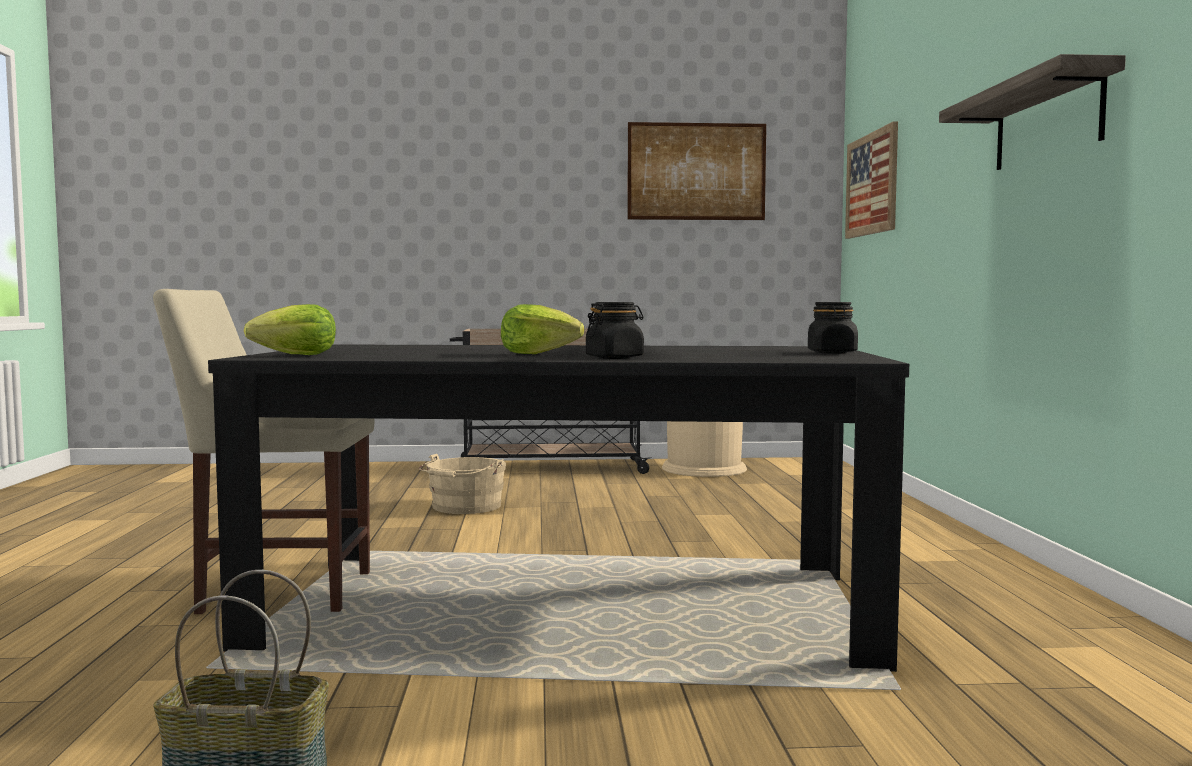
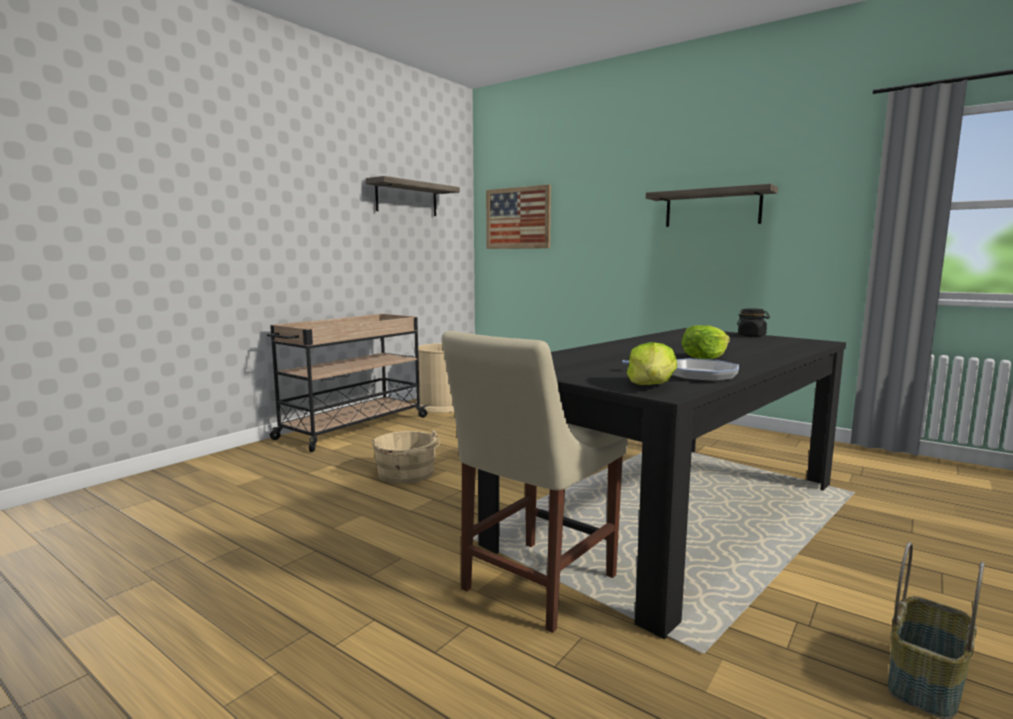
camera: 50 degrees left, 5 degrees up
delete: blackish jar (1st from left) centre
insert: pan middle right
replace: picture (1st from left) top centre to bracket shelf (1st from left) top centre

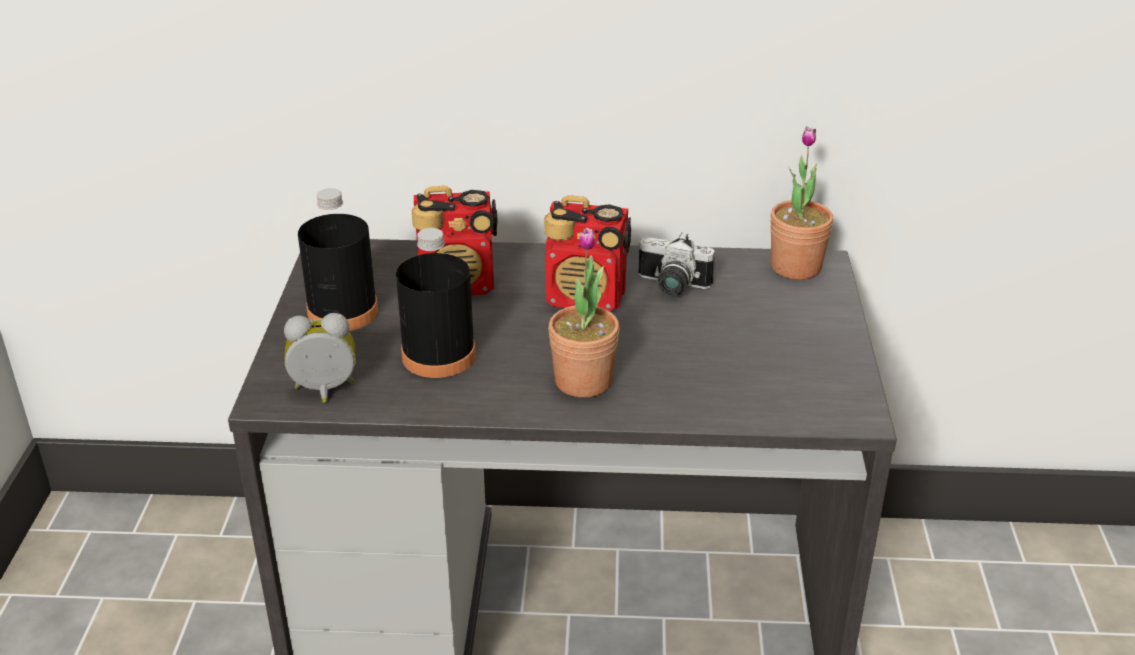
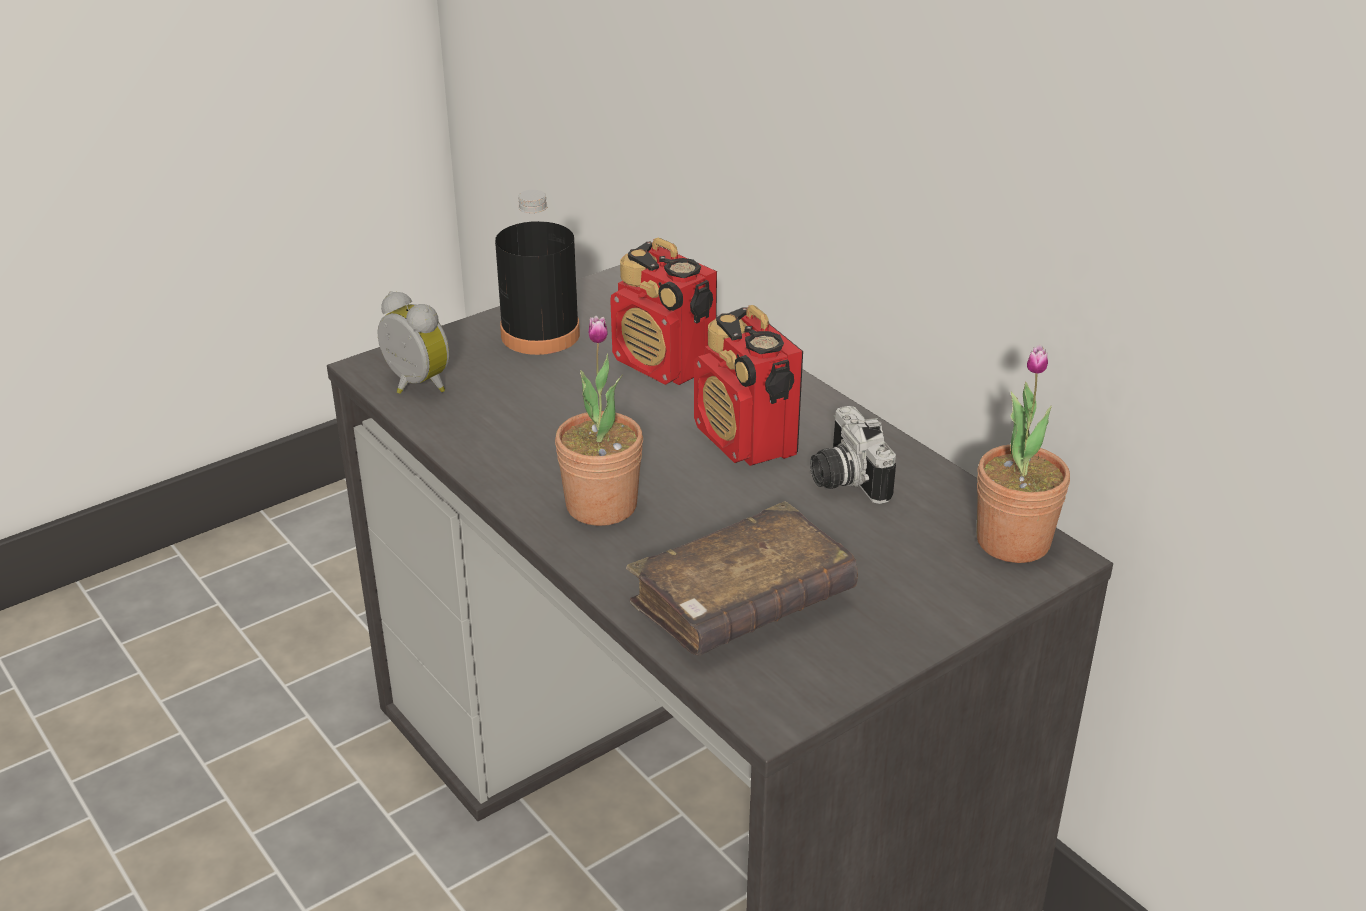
camera: 50 degrees right, 0 degrees up
delete: blackish drink bottle (2nd from left) centre
insert: brown-coloured bound book centre

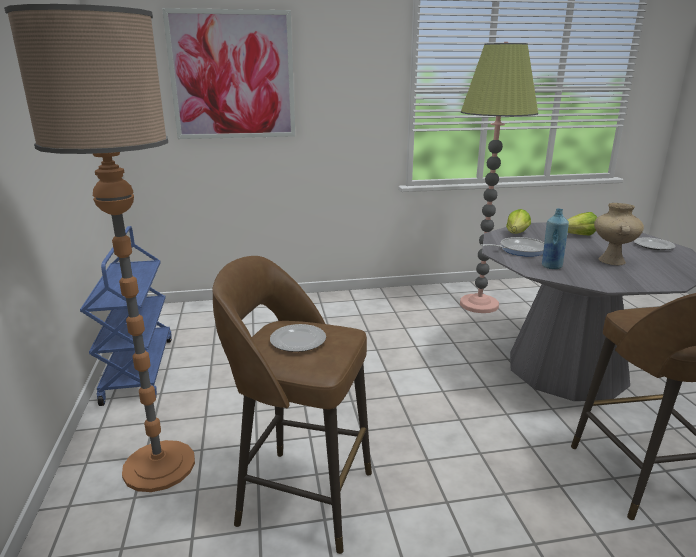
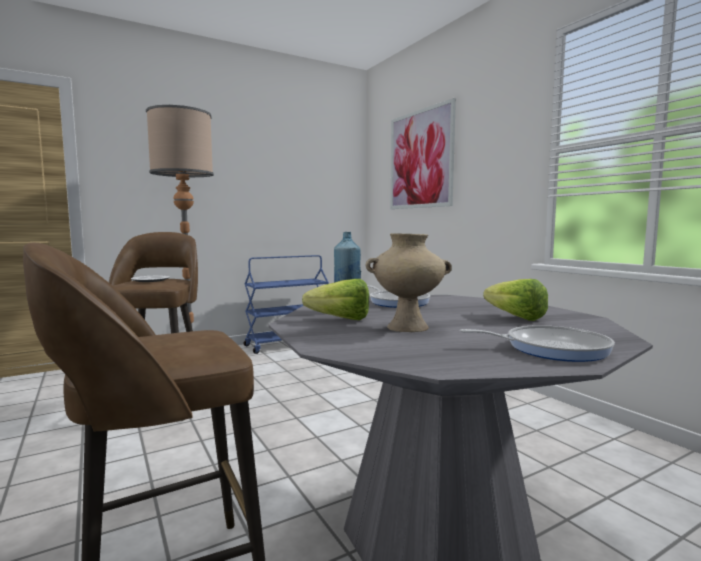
camera: 70 degrees right, 15 degrees down
delete: floor lamp (2nd from left) top right
move: head of lettuce (1st from left) middle right to centre
replace: flat dish (2nd from left) middle right to pan (2nd from left) middle right

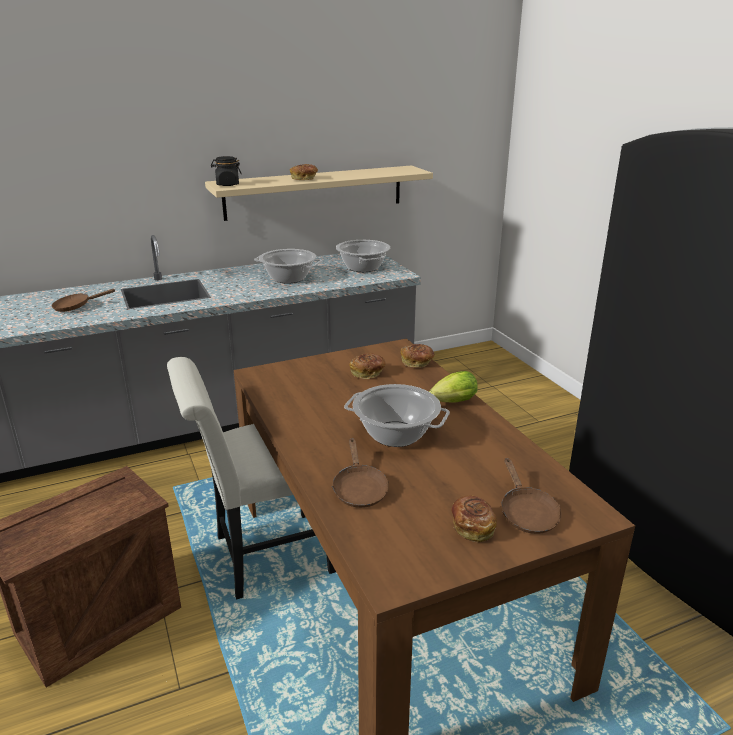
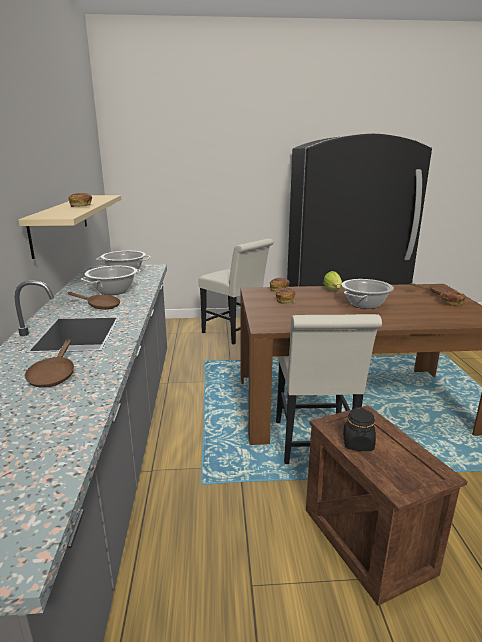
camera: 70 degrees left, 5 degrees down
insert: white upright chair (1st from left) centre
move: blackish jar top left to bottom right; brown-coloured pan (2nd from left) centre to middle left

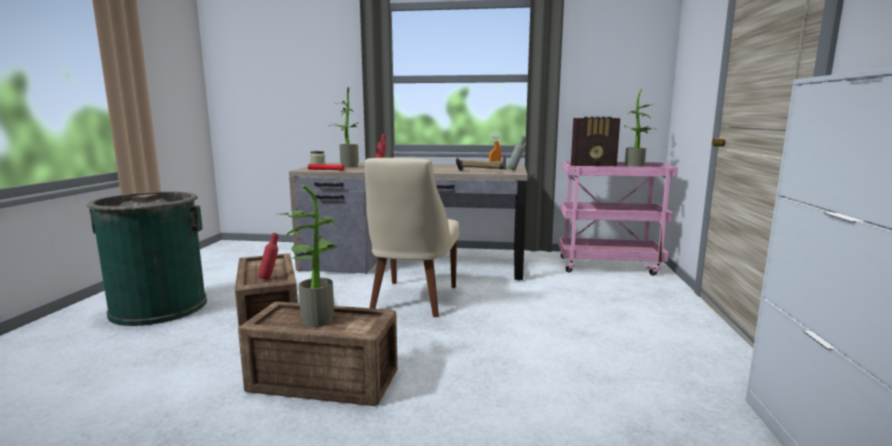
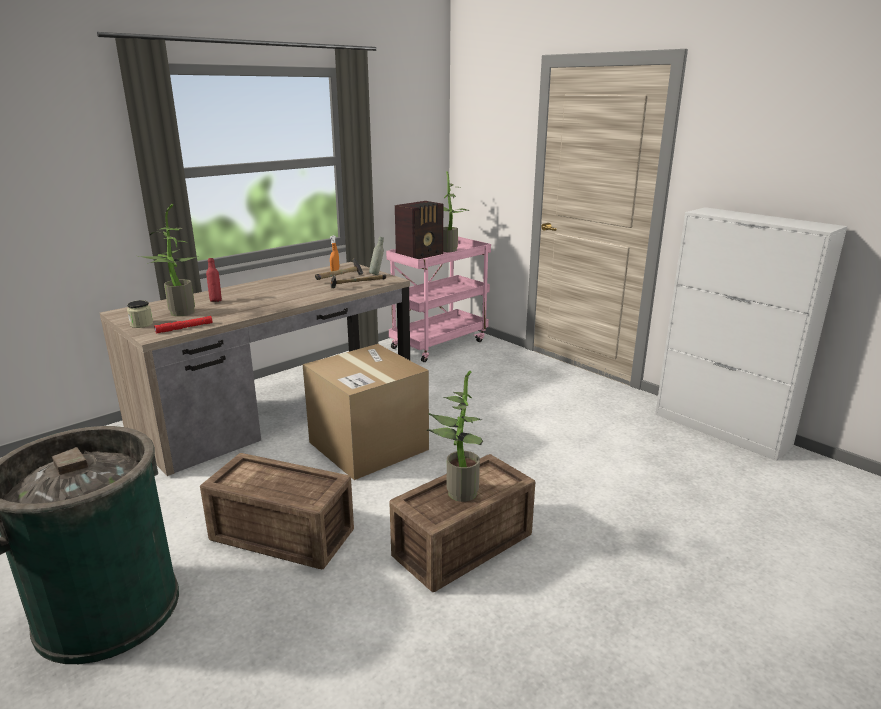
camera: 50 degrees left, 10 degrees up
delete: red-coloured drink bottle (1st from left) middle left
replace: beige-coloured upright chair centre to cardboard box centre

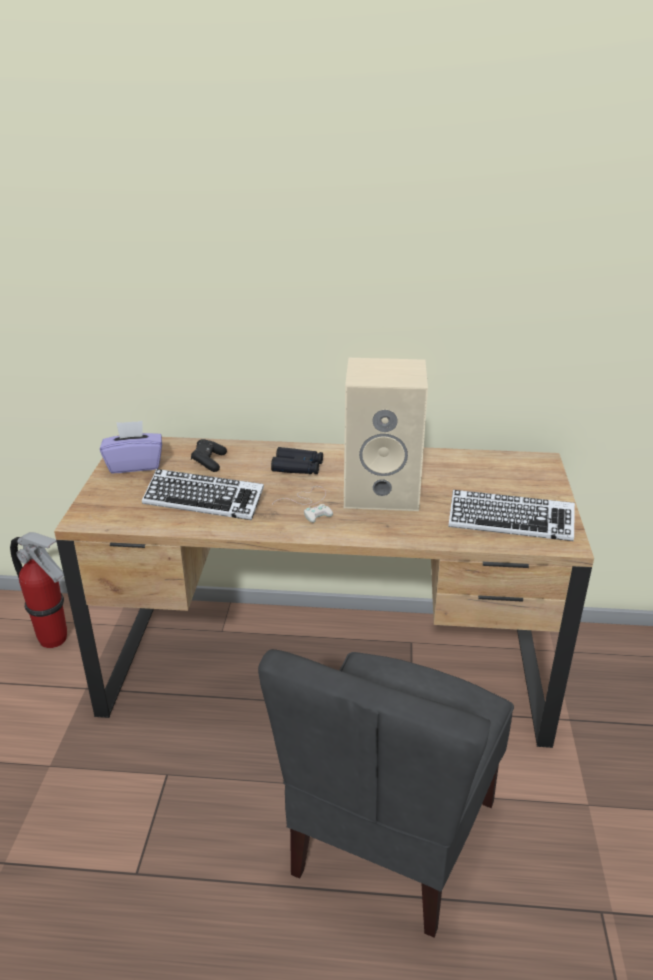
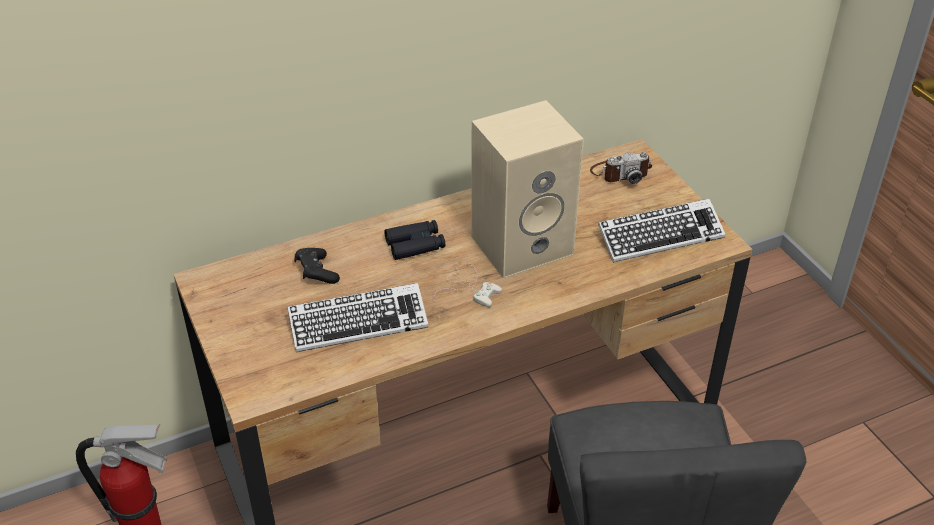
camera: 30 degrees left, 10 degrees up
delete: purple tissue box middle left
insert: still camera top centre

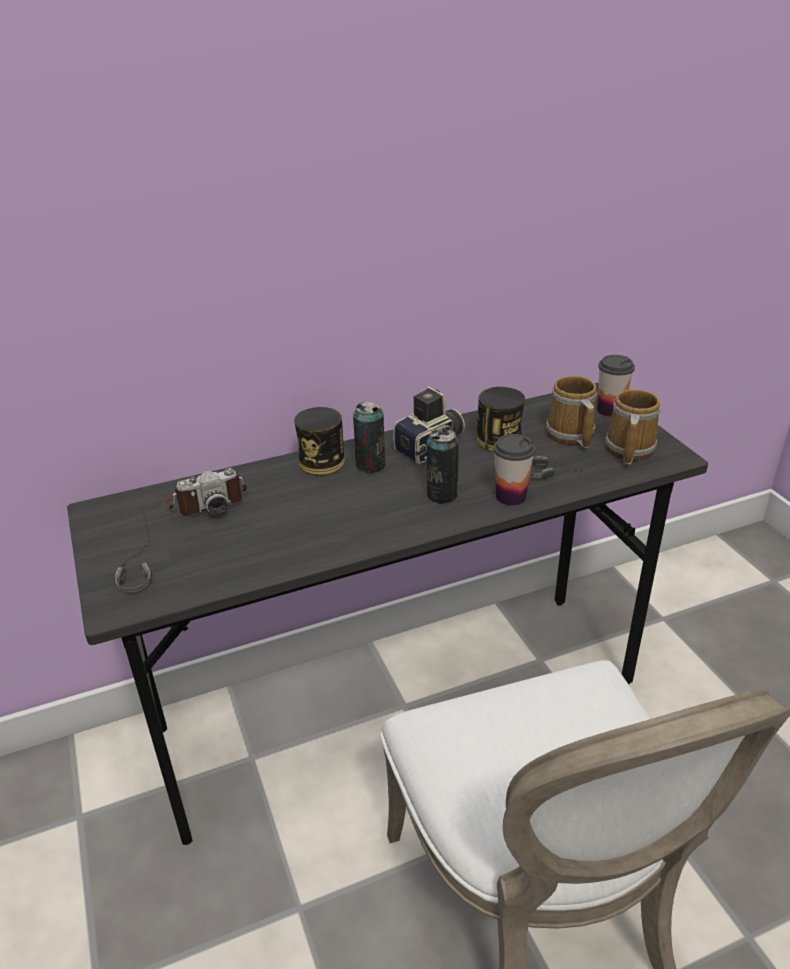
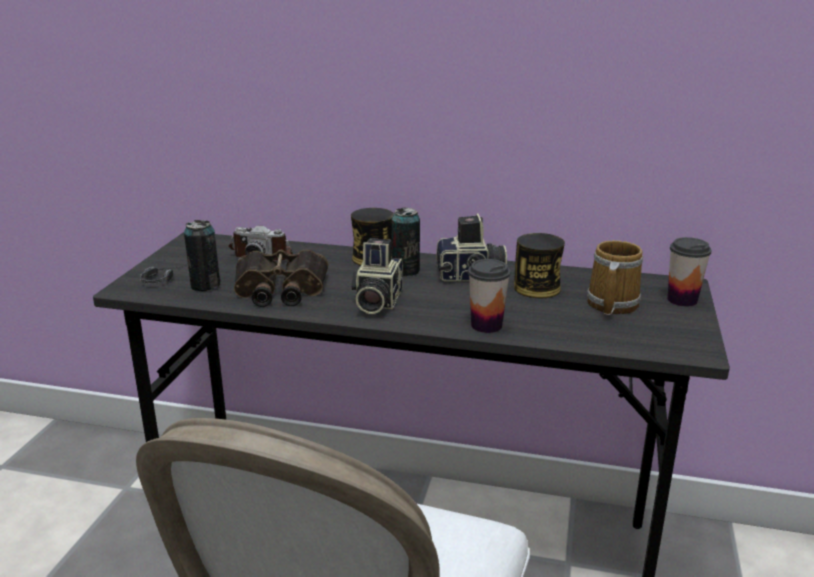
camera: 35 degrees right, 10 degrees down
delete: pair of headphones (2nd from left) middle right; mug (2nd from left) middle right
insert: field glasses centre; still camera (2nd from left) centre
move: sealed can (3rd from left in the first image) centre to sealed can (1st from left) middle left

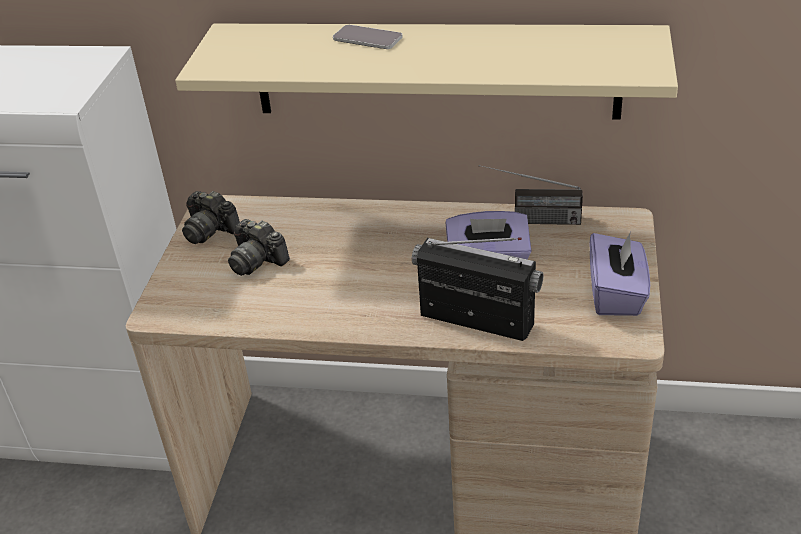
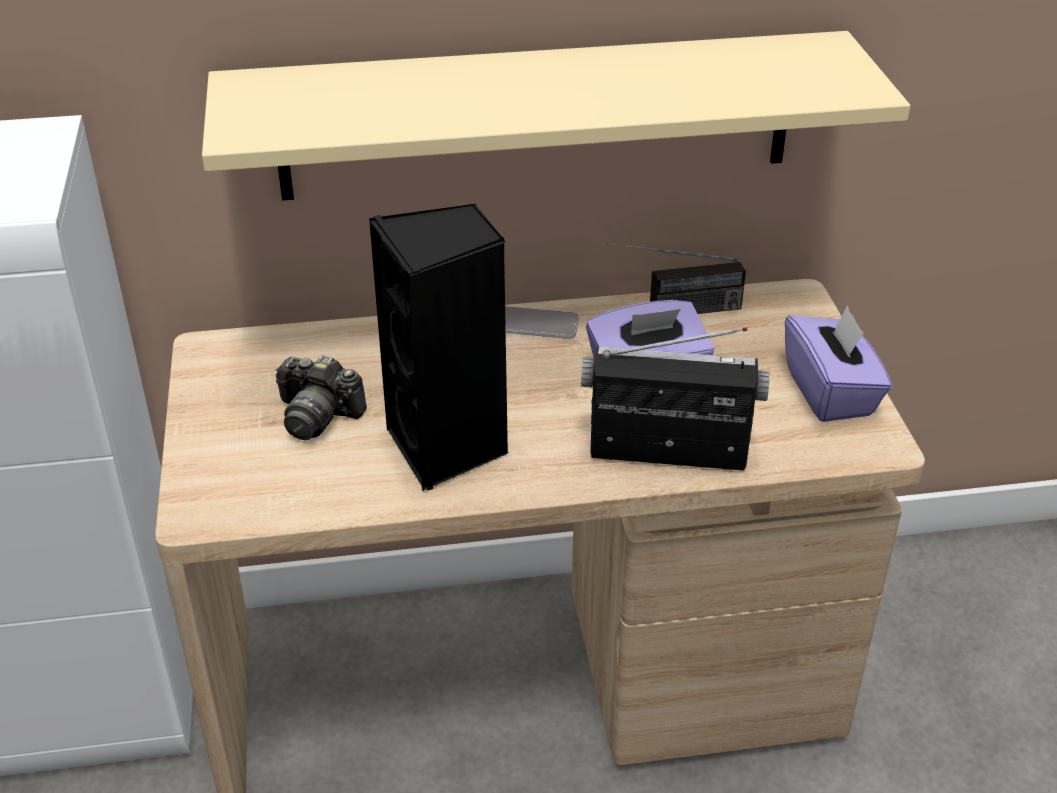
camera: 20 degrees left, 0 degrees up
delete: still camera (1st from left) middle left
insert: blackish audio speaker centre
move: telephone top centre to centre

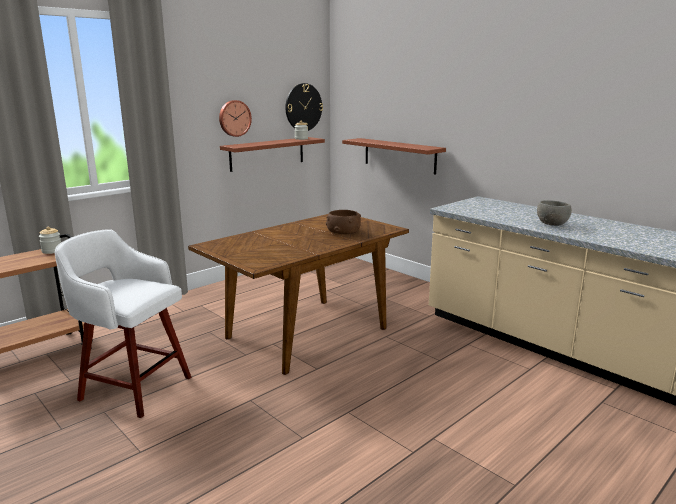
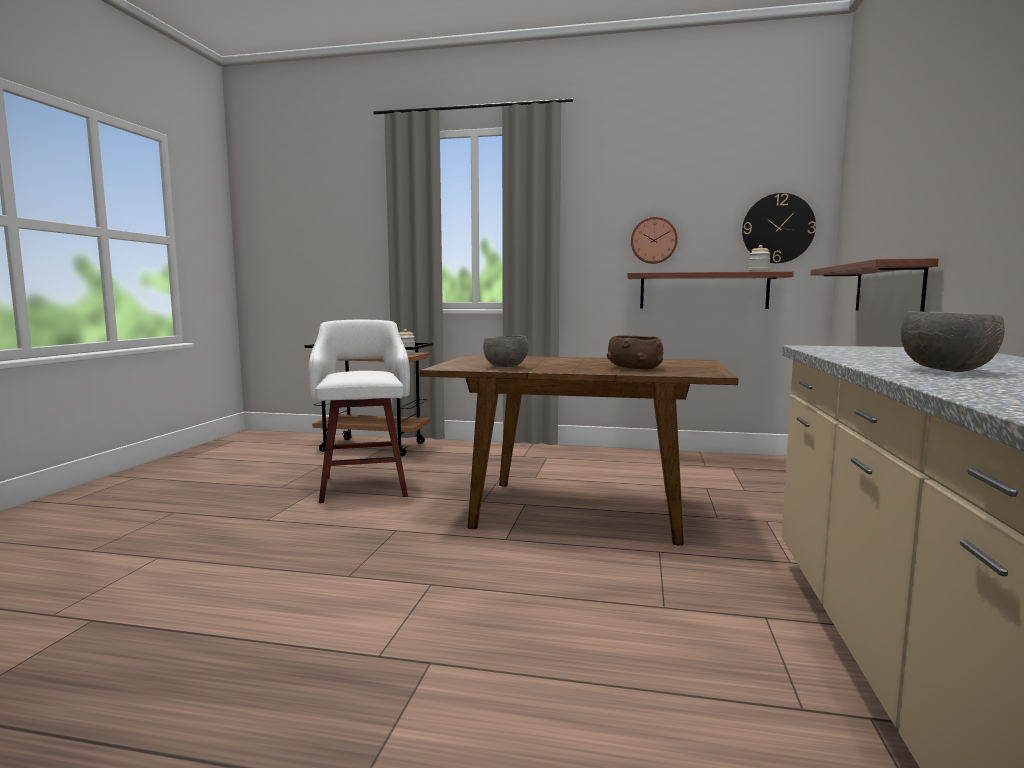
camera: 55 degrees right, 10 degrees down
insert: greyish deep dish (1st from left) centre

